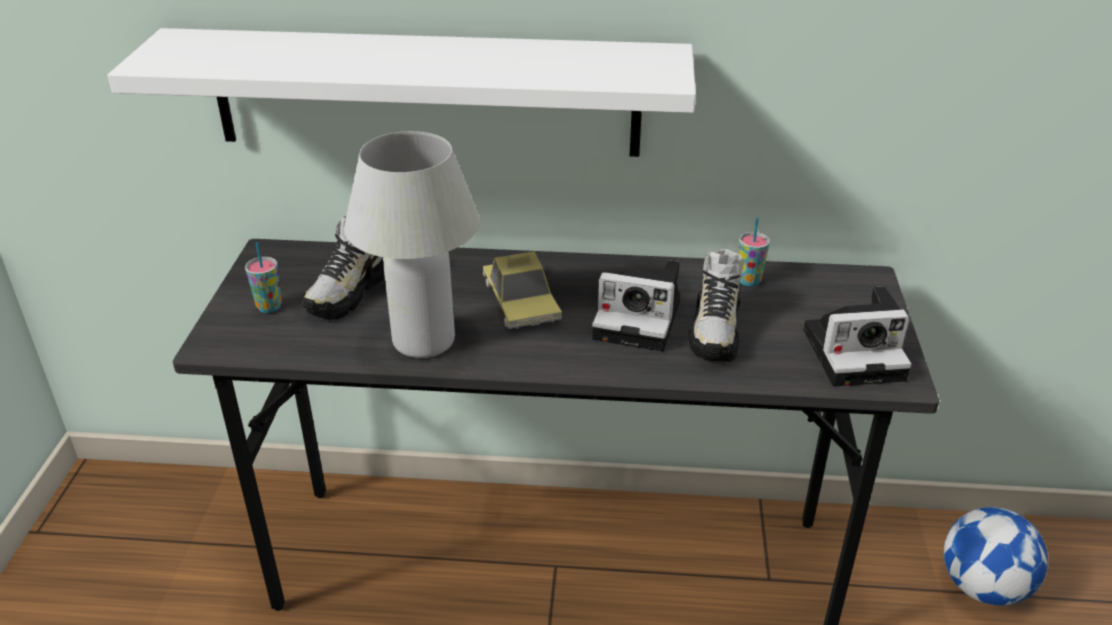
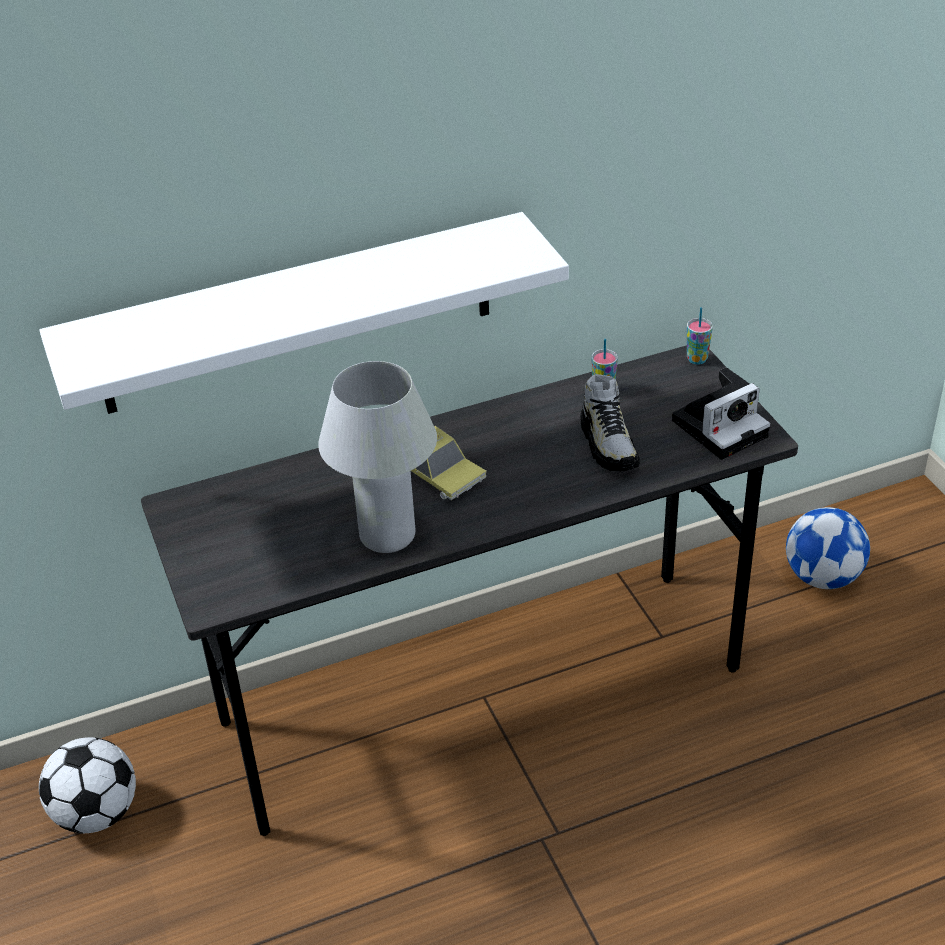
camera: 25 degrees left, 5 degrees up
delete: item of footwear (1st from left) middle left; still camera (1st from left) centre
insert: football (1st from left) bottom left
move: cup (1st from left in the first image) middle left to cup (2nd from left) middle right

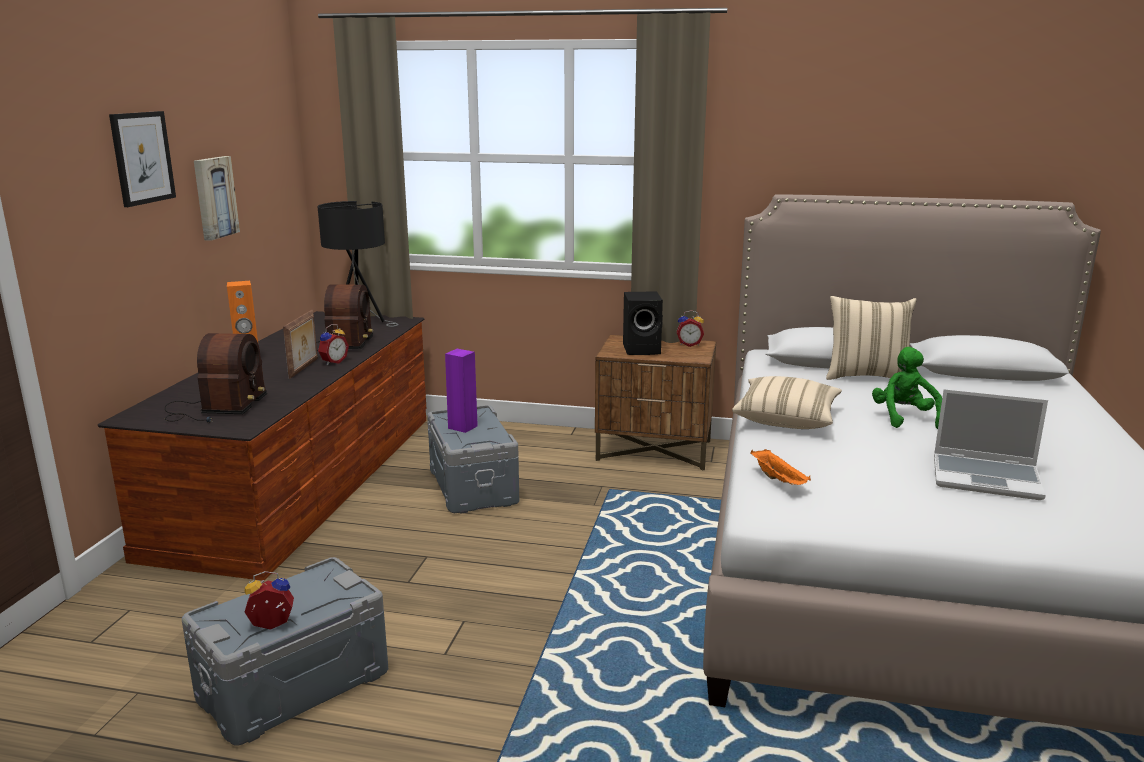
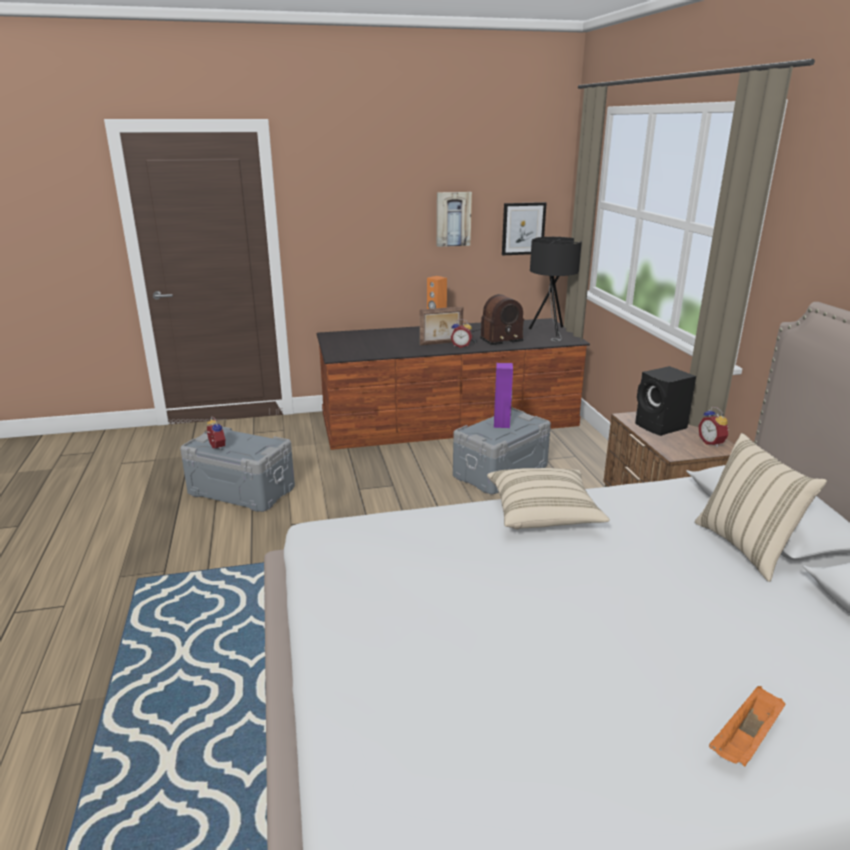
camera: 65 degrees right, 5 degrees up
delete: radio receiver (1st from left) middle left; green soft toy middle right; notebook computer middle right
move: picture (1st from left in the first image) top left to picture (2nd from left) top centre; orangey serving tray middle right to bottom right

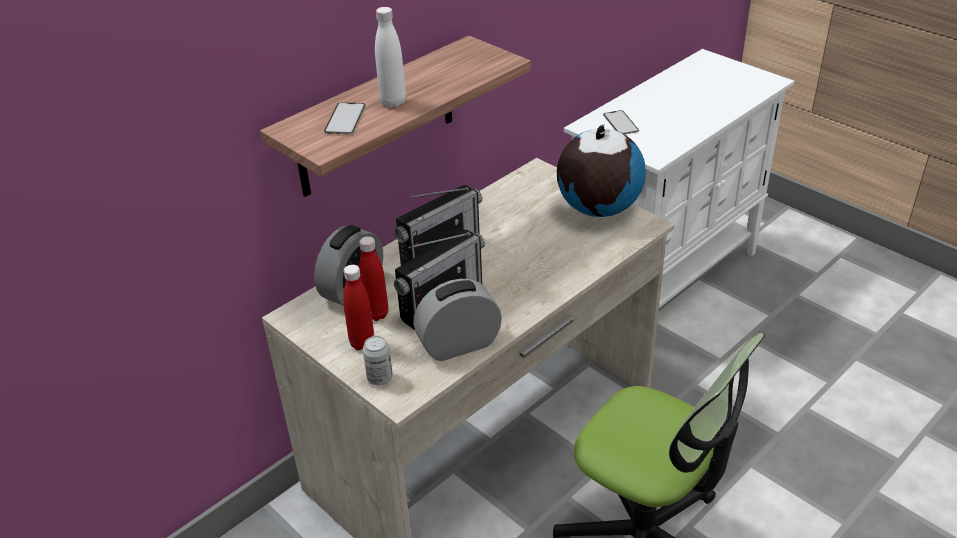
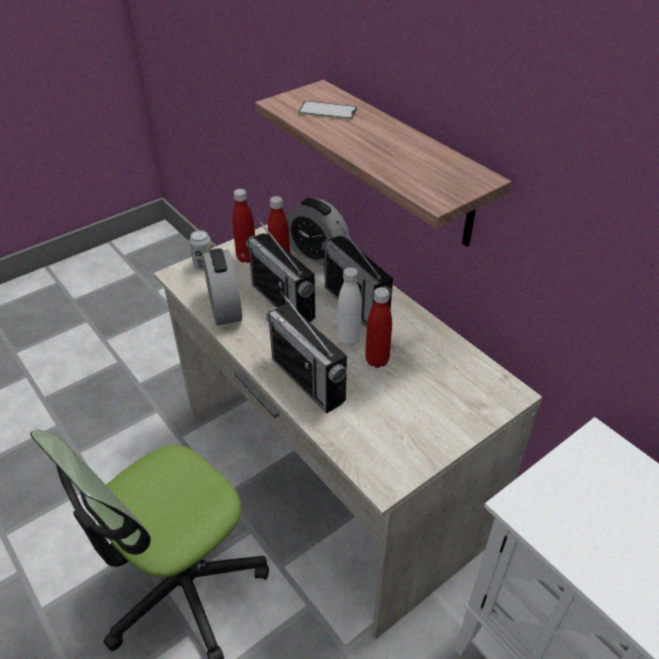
camera: 95 degrees right, 5 degrees up
delete: world globe top centre; telephone (2nd from left) top centre
insert: radio receiver (2nd from left) centre; red-coloured drink bottle (3rd from left) centre
move: white drink bottle top centre to centre

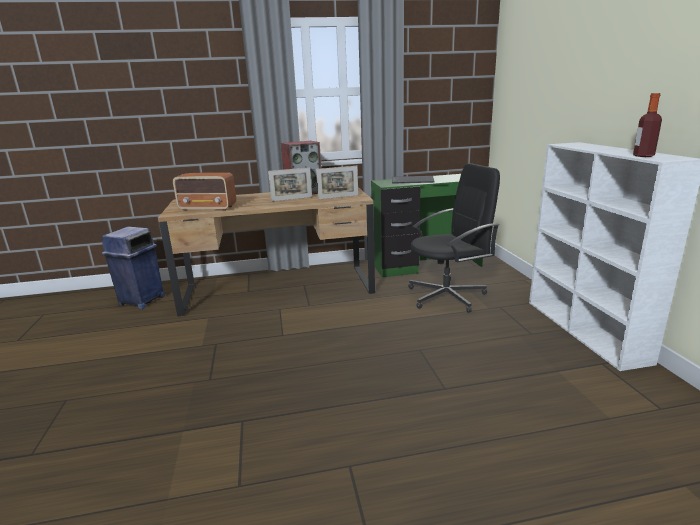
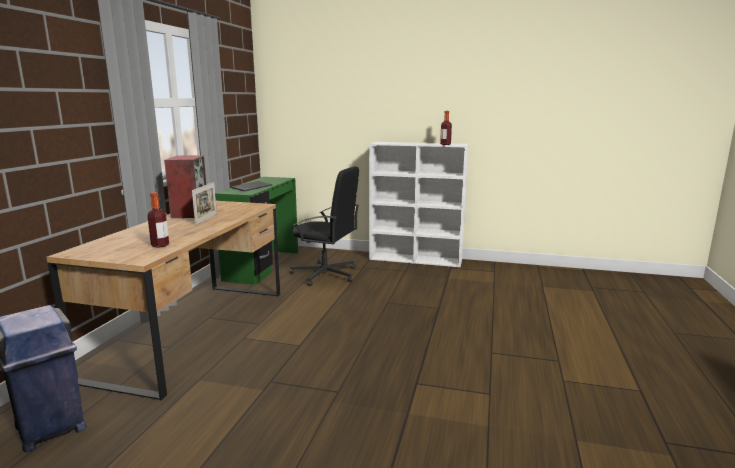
camera: 65 degrees left, 5 degrees down
delete: standing frame (2nd from left) centre
replace: radio receiver middle left to drink bottle (1st from left) middle left
rotate: blackish office chair centre = centre 105 degrees clockwise

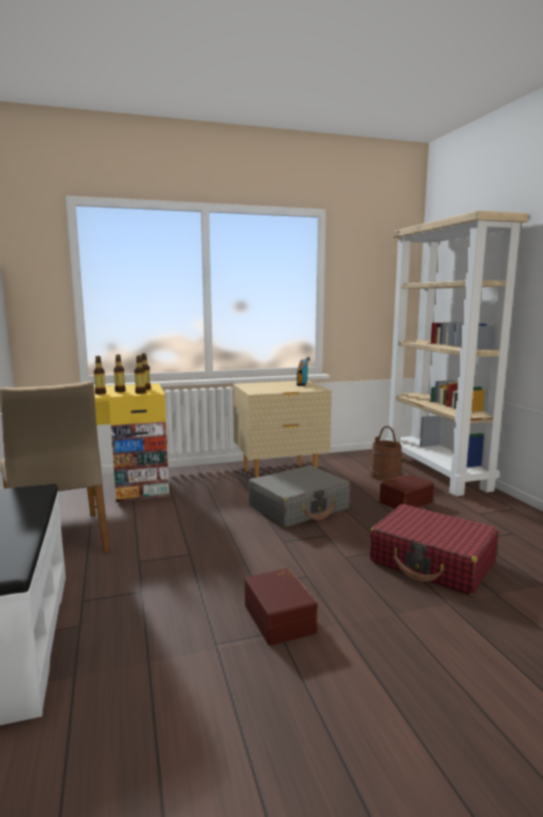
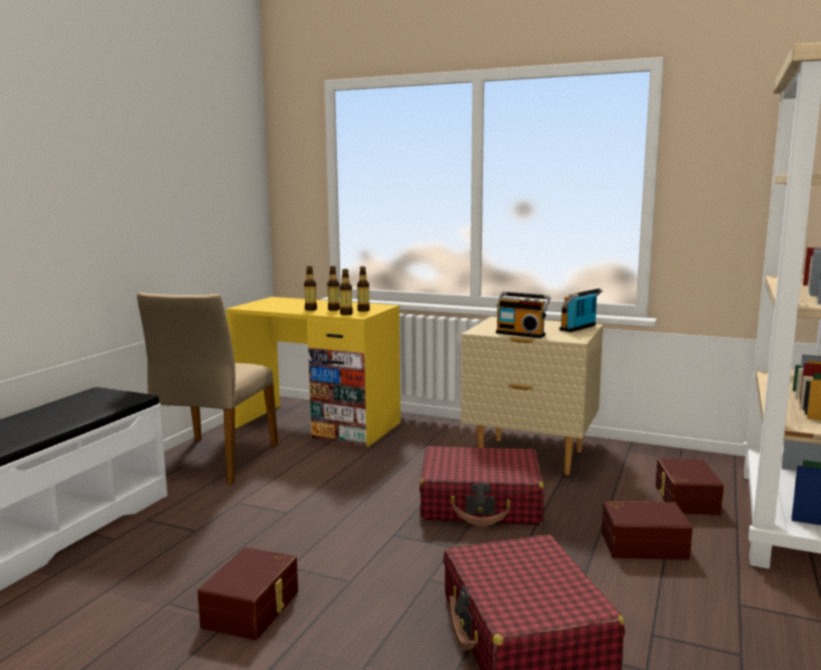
camera: 40 degrees right, 0 degrees up
insert: radio receiver (1st from left) centre
replace: brown-coloured pail middle right to brown-coloured storage bin (3rd from left) bottom right
recolor: greyish travel case centre to red-coloured travel case (1st from left) bottom centre

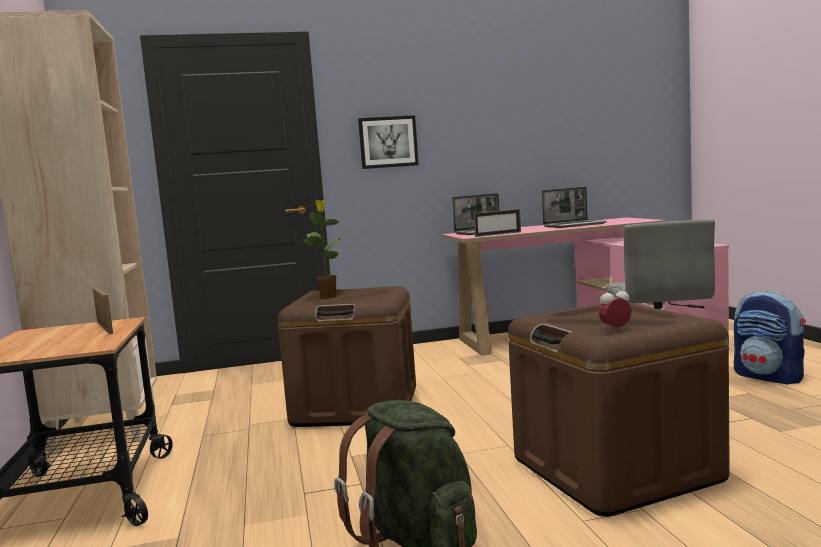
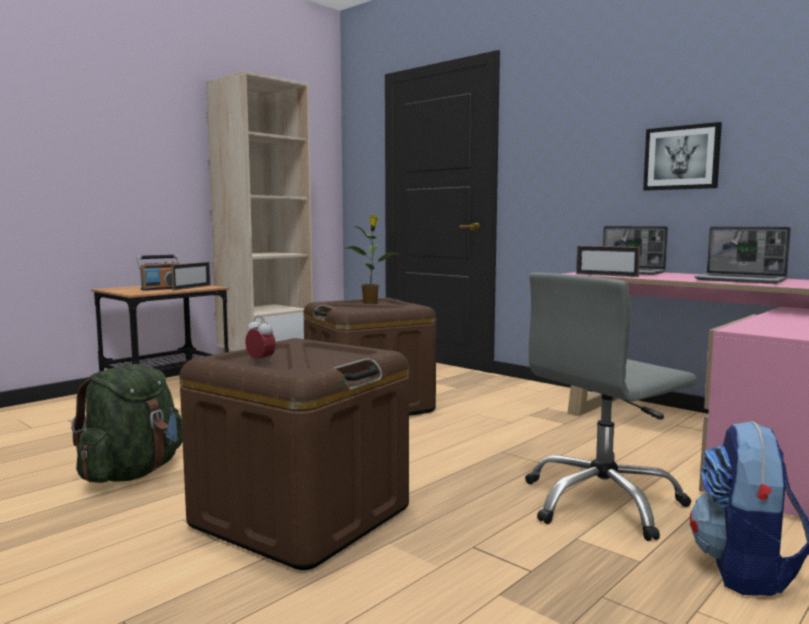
camera: 55 degrees right, 0 degrees up
insert: radio receiver middle left
move: picture top centre to top right

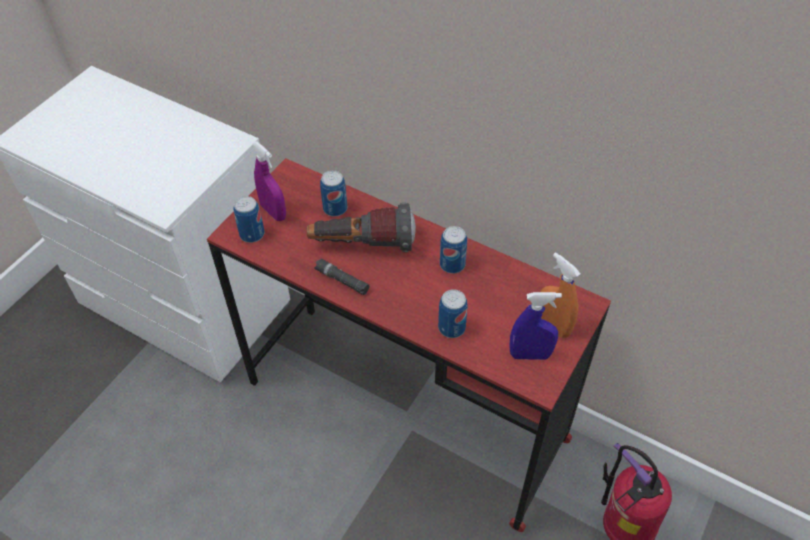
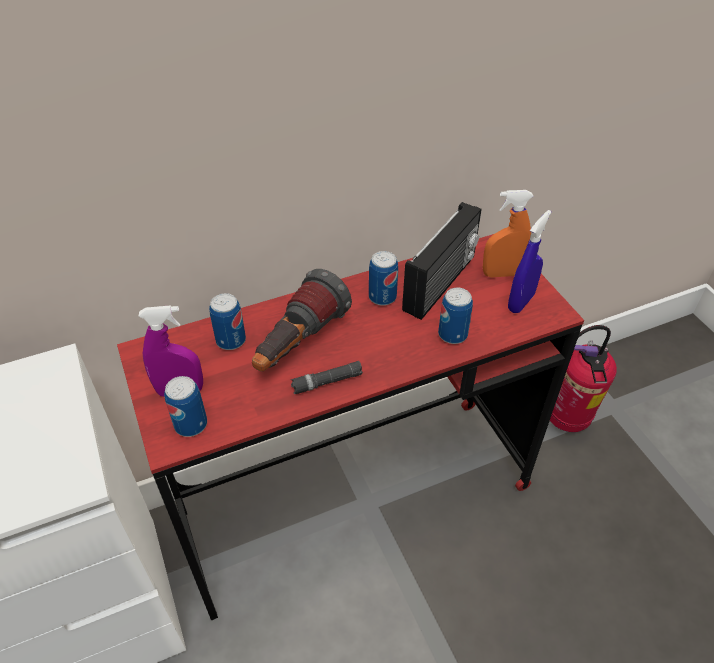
camera: 55 degrees left, 5 degrees down
insert: radio receiver centre

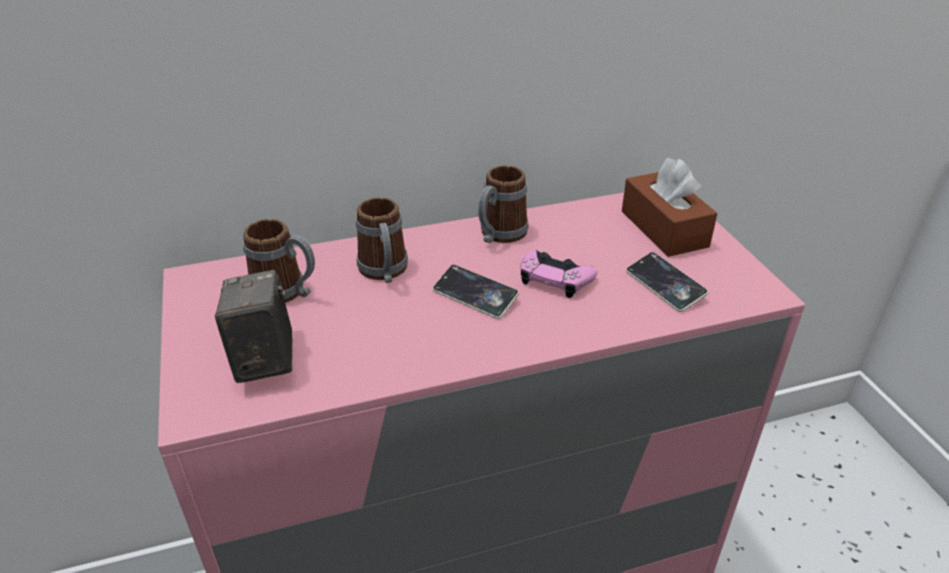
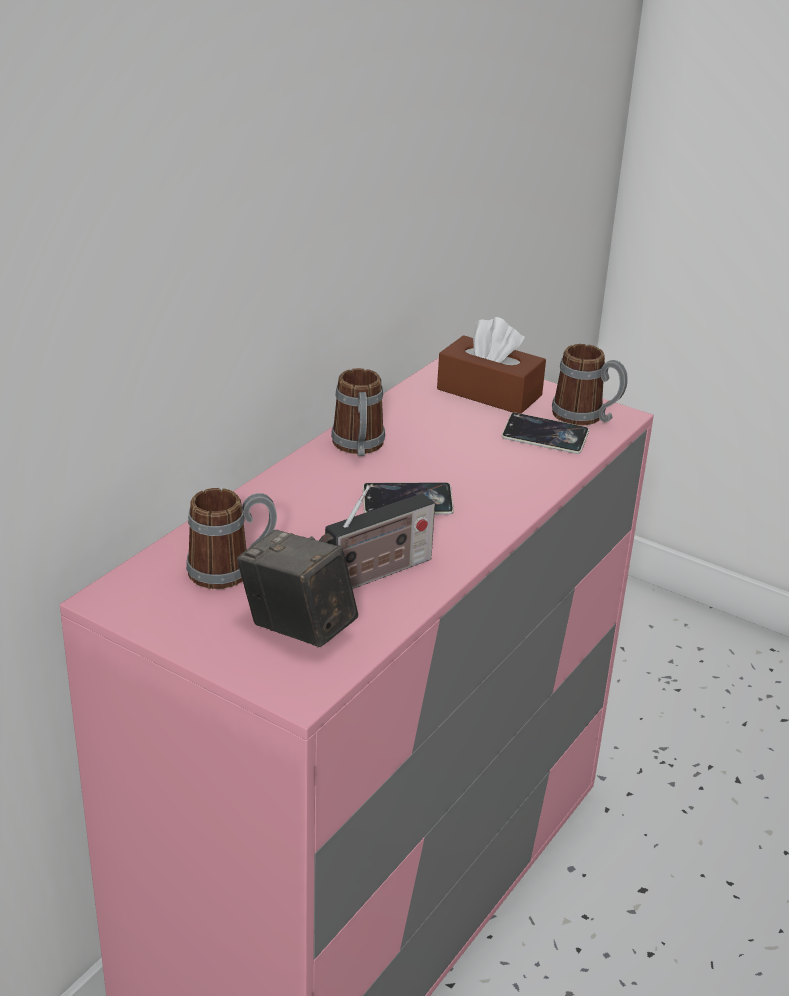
camera: 40 degrees left, 5 degrees down
delete: pink game controller centre
insert: radio receiver centre
move: mug (2nd from left in the first image) centre to mug (3rd from left) middle right

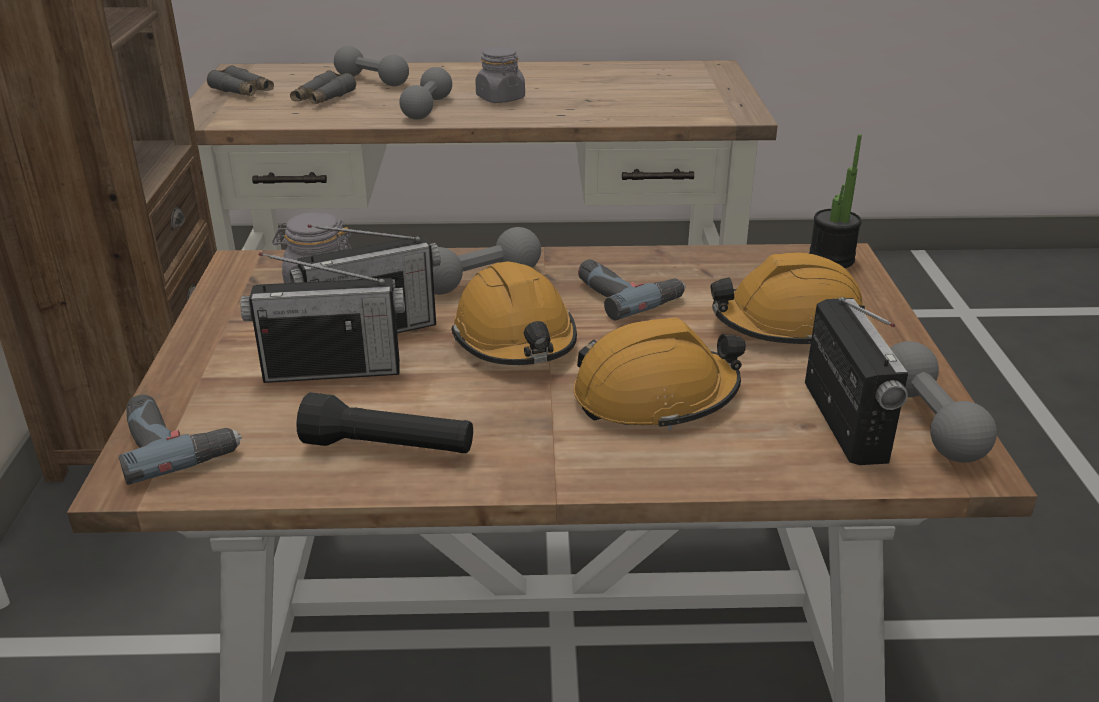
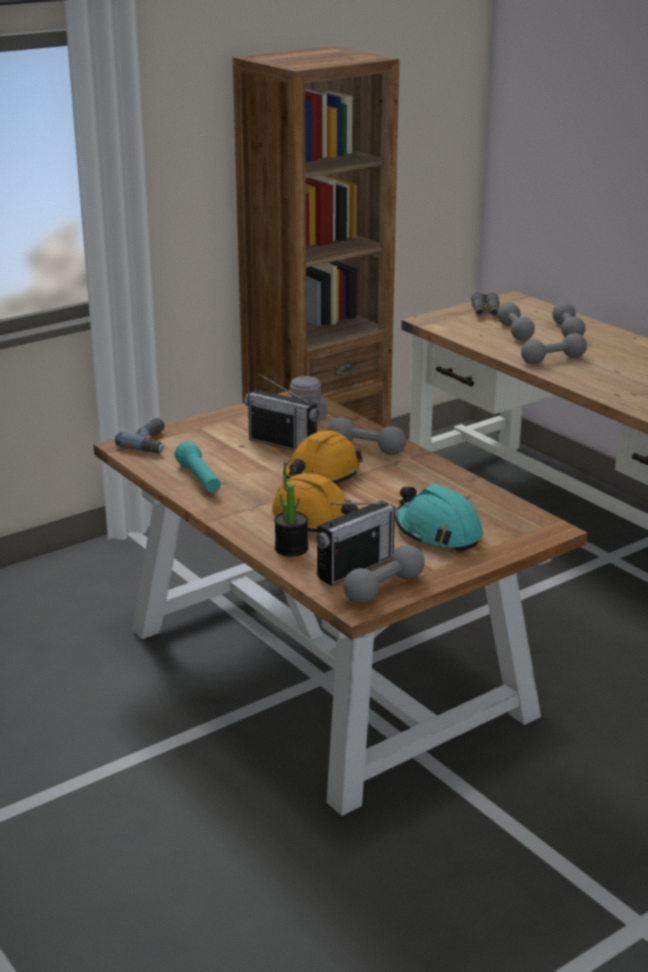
camera: 55 degrees right, 5 degrees down
delete: radio receiver (1st from left) middle left; greyish jar (2nd from left) top centre; electric drill (2nd from left) centre
move: houseplant top right to centre
replace: greyish field glasses (2nd from left) top left to greyish hand weight (3rd from left) top right
recolor: blackish torch centre to turquoise torch middle left; orangey safety helmet (3rd from left) middle right to turquoise safety helmet middle right

